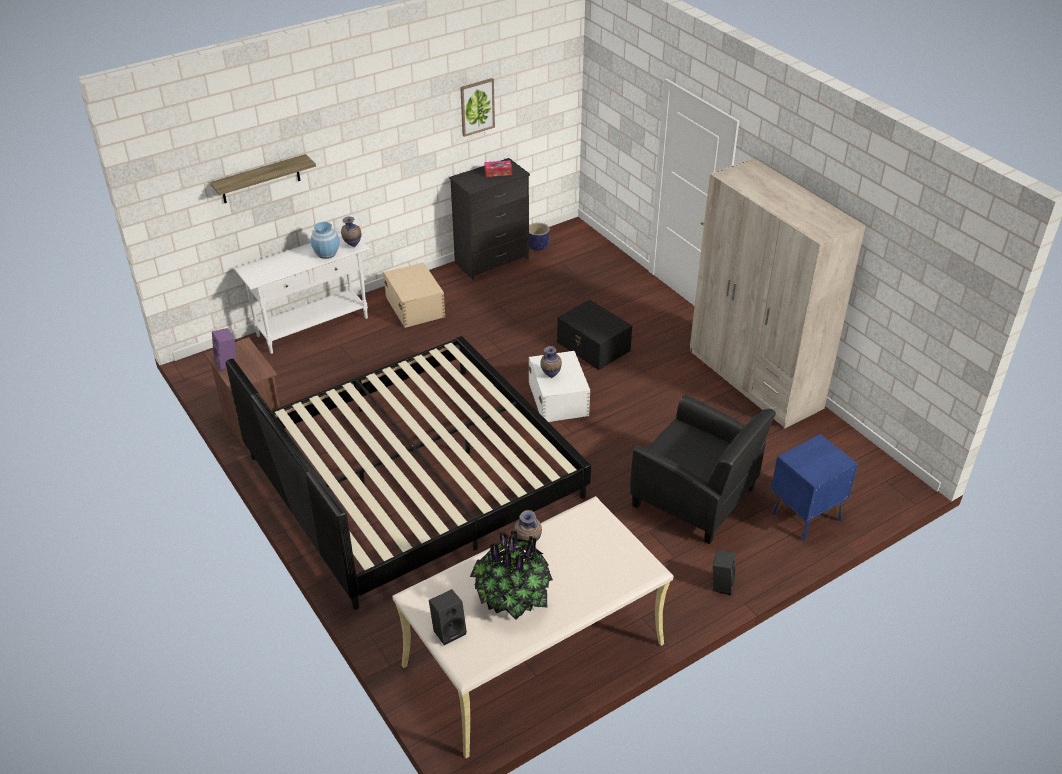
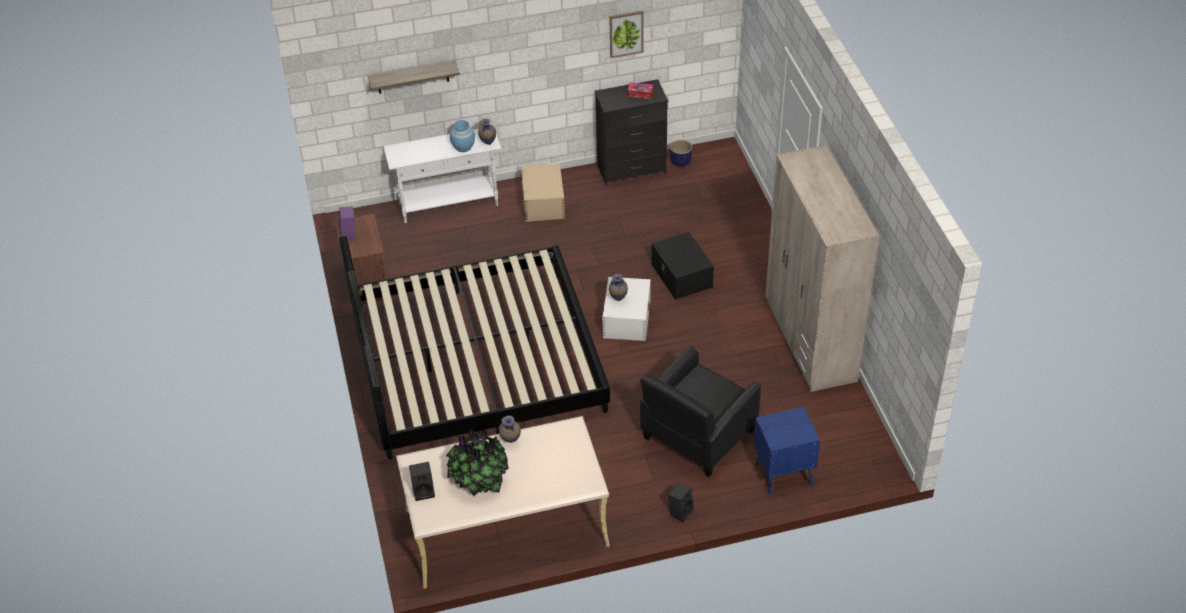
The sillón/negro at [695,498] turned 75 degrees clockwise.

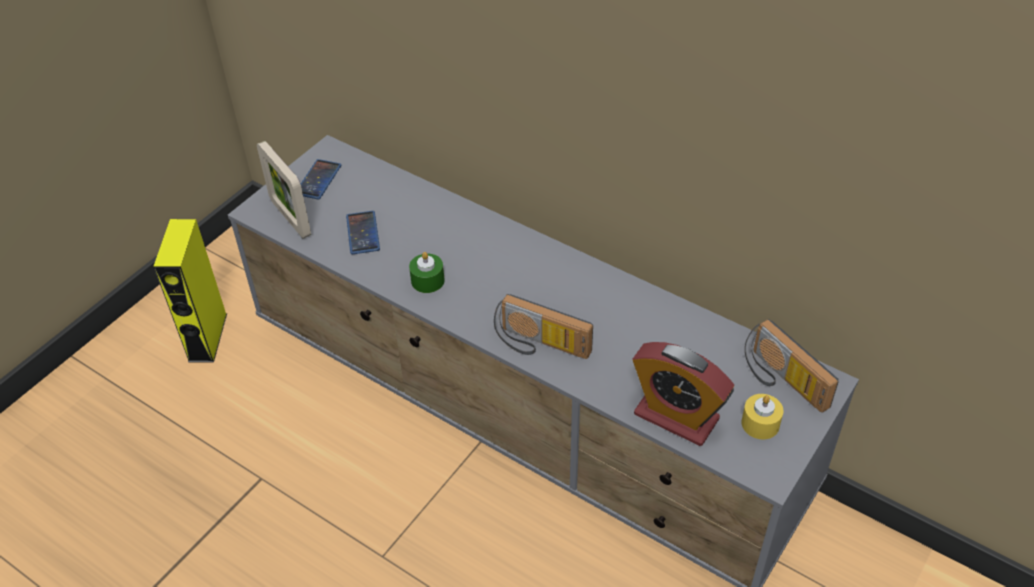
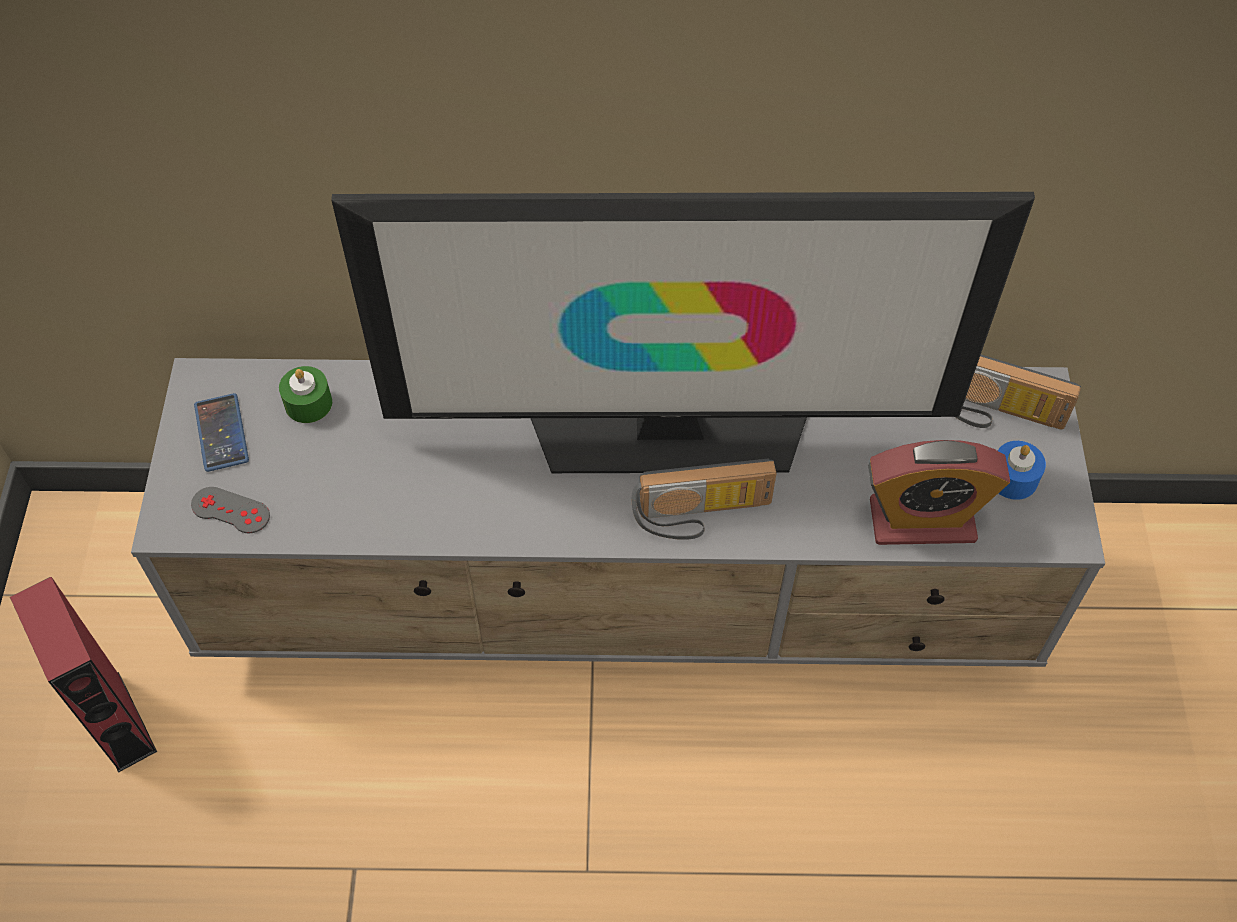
The móvil at [362,233] disappeared. The televisor at [670,430] appeared. The vela/verde moved from [427,280] to [308,403]. The portarretratos at [290,218] was replaced by the mando de consola/gris at [230,510]. The altavoz/amarillo at [207,337] became the altavoz/rojo at [118,721]. The vela/amarillo at [760,424] became the vela/azul at [1013,478].

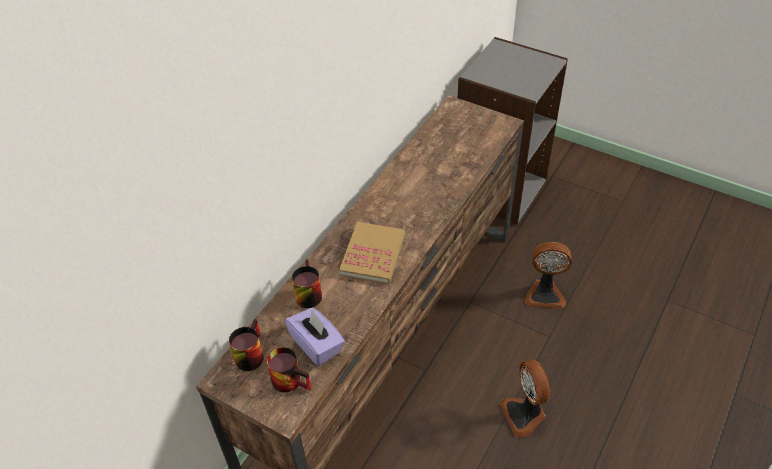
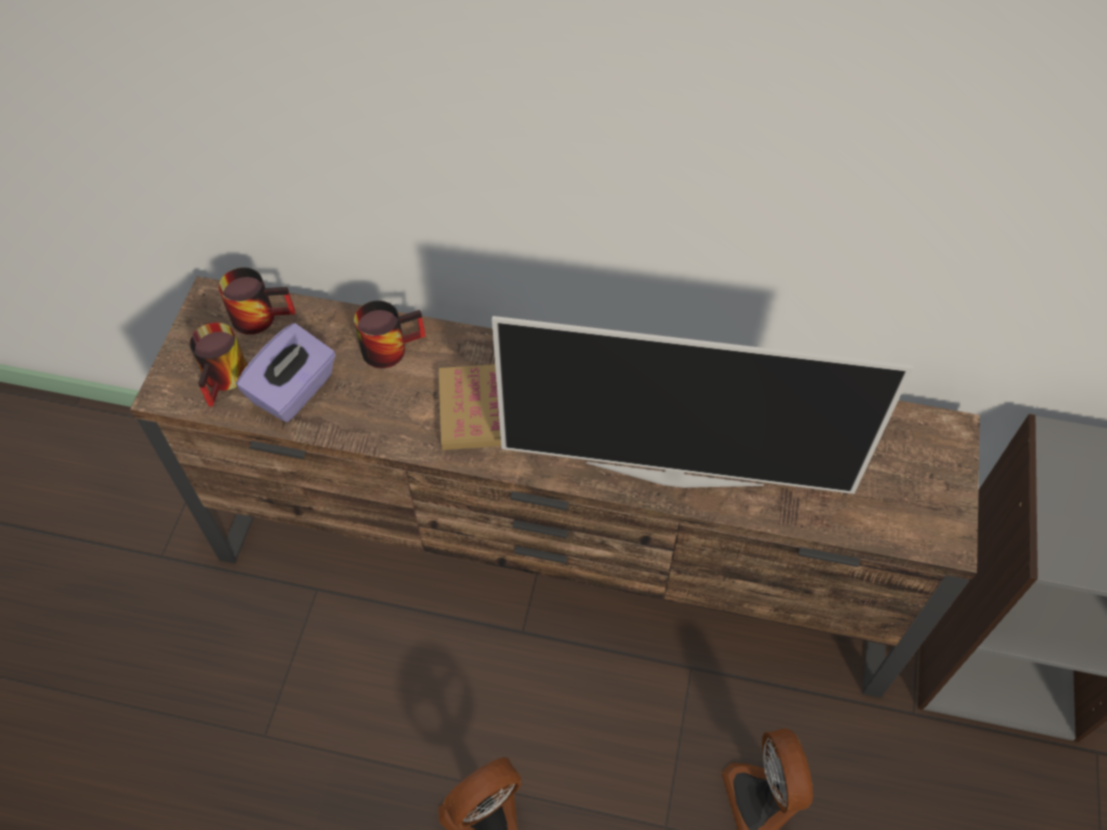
The televisor at [674,471] appeared.

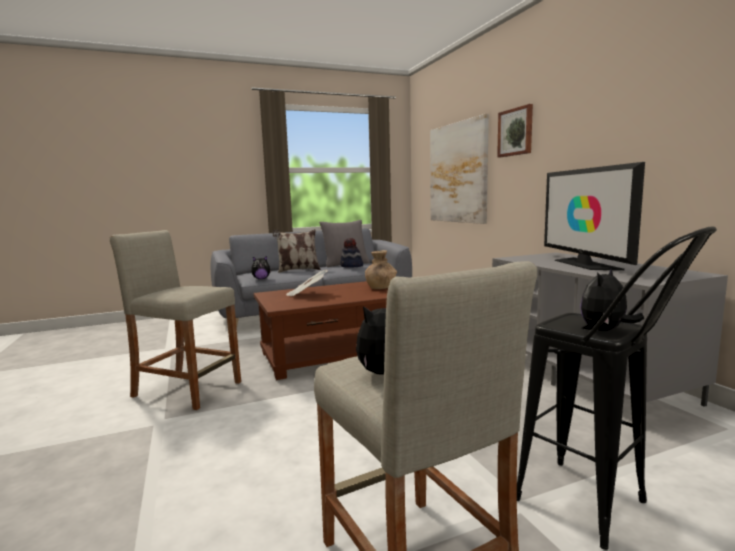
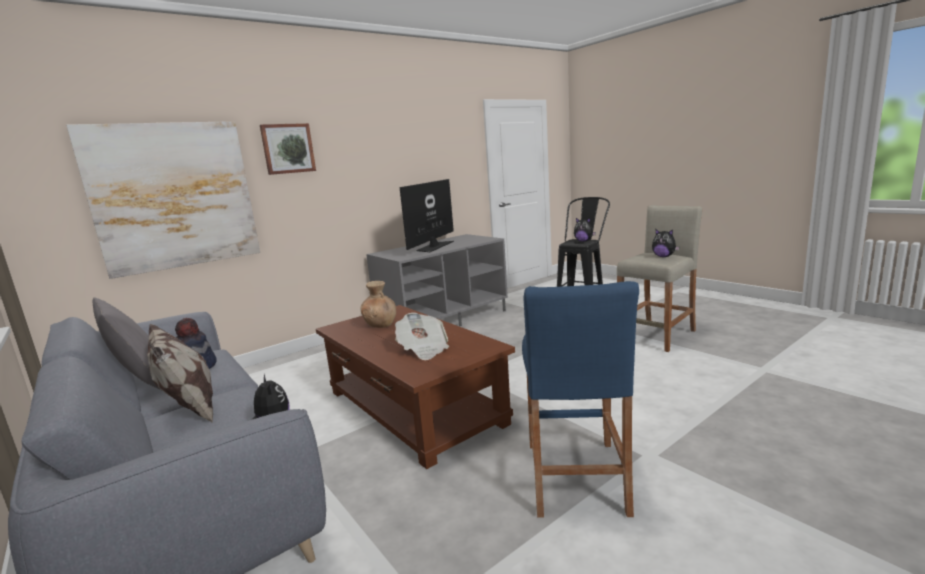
The taburete/beis at [187,389] became the taburete/azul at [575,477]. The televisor at [584,264] turned 135 degrees clockwise.

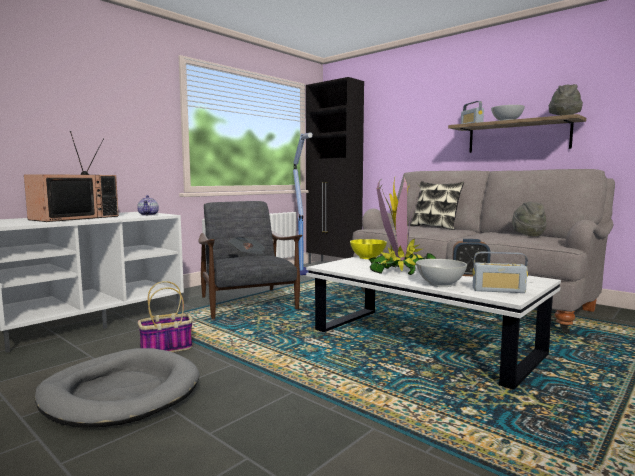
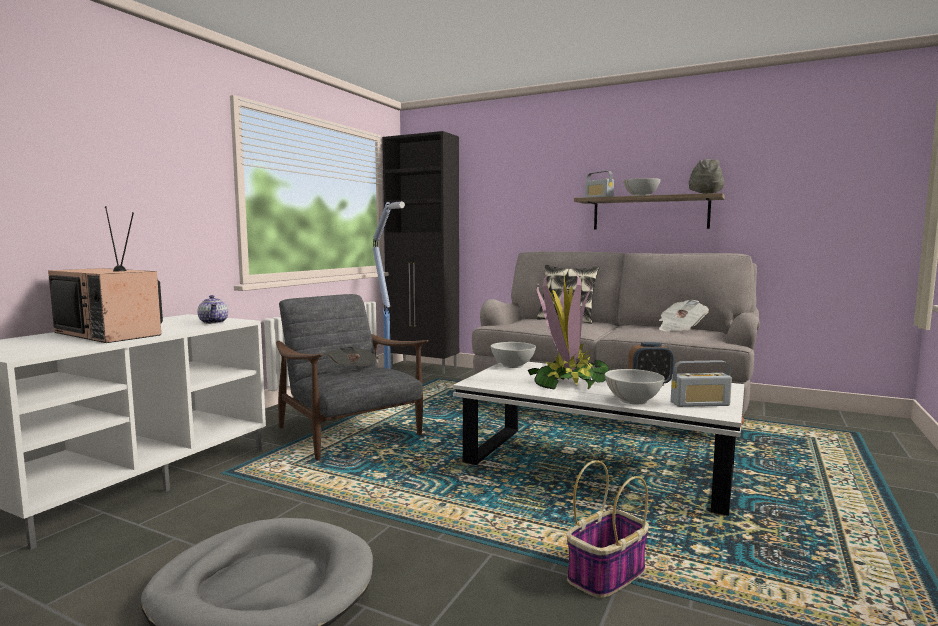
The cesta moved from [166,348] to [606,575]. The sombrero/gris at [527,235] was replaced by the periódico at [680,329]. The cuenco/amarillo at [367,257] became the cuenco/blanco at [512,365]. The televisor at [75,218] turned 105 degrees clockwise.

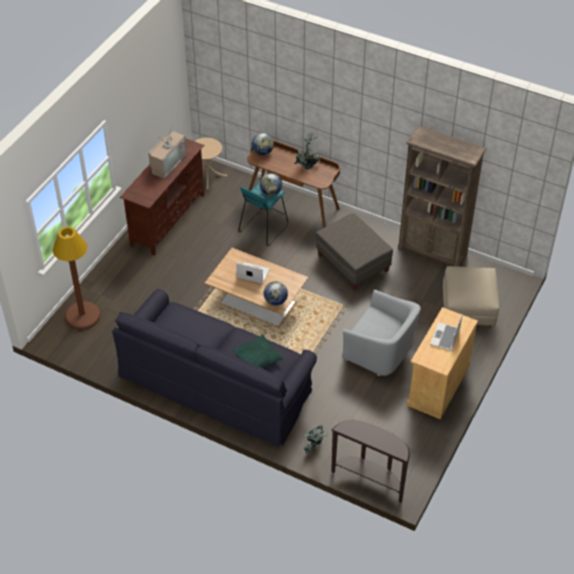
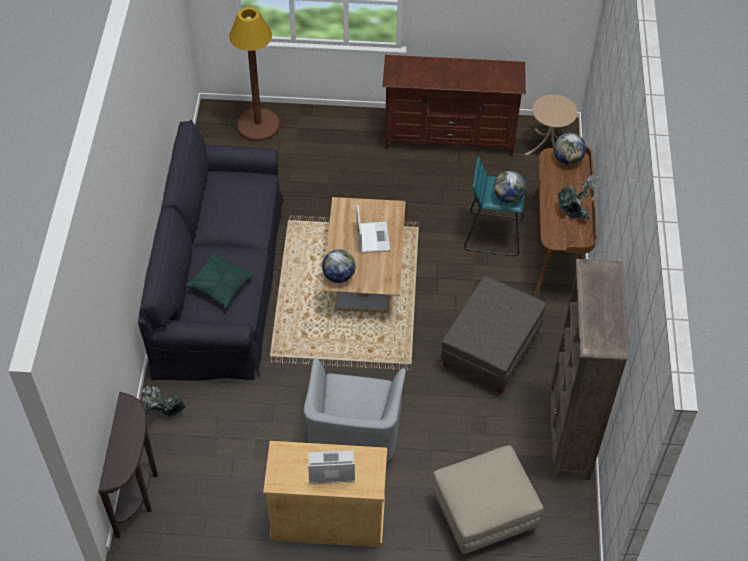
The televisor at [167,163] disappeared.

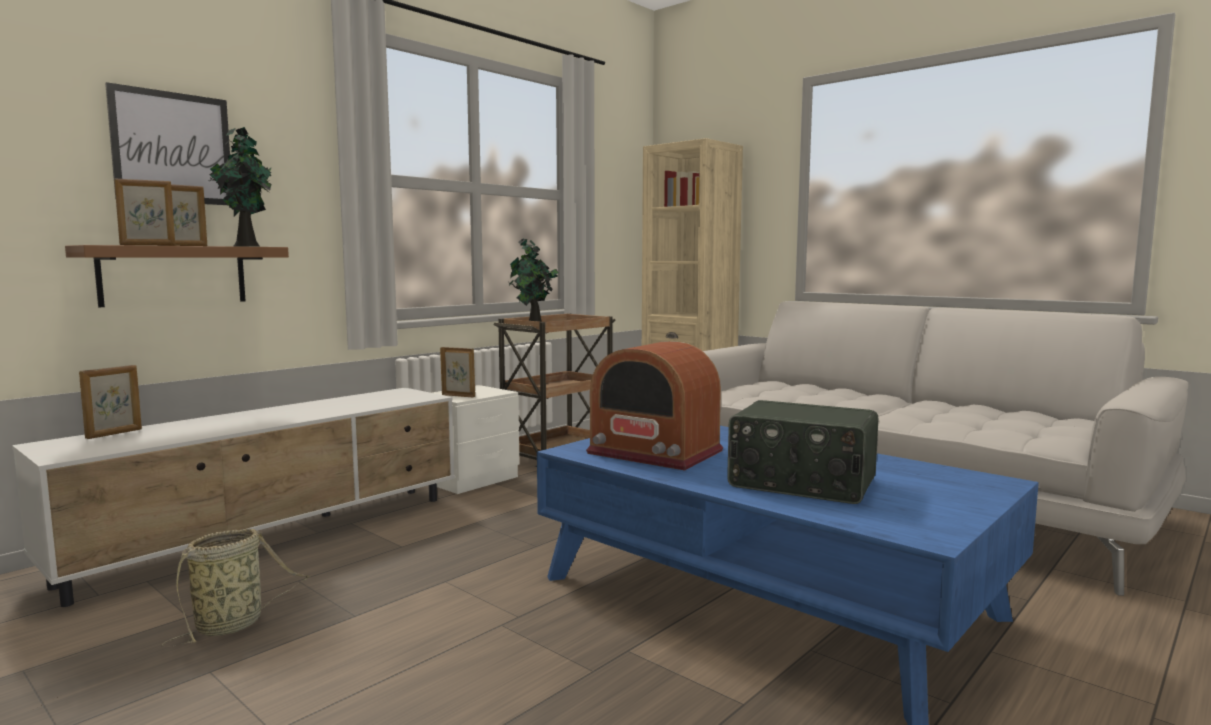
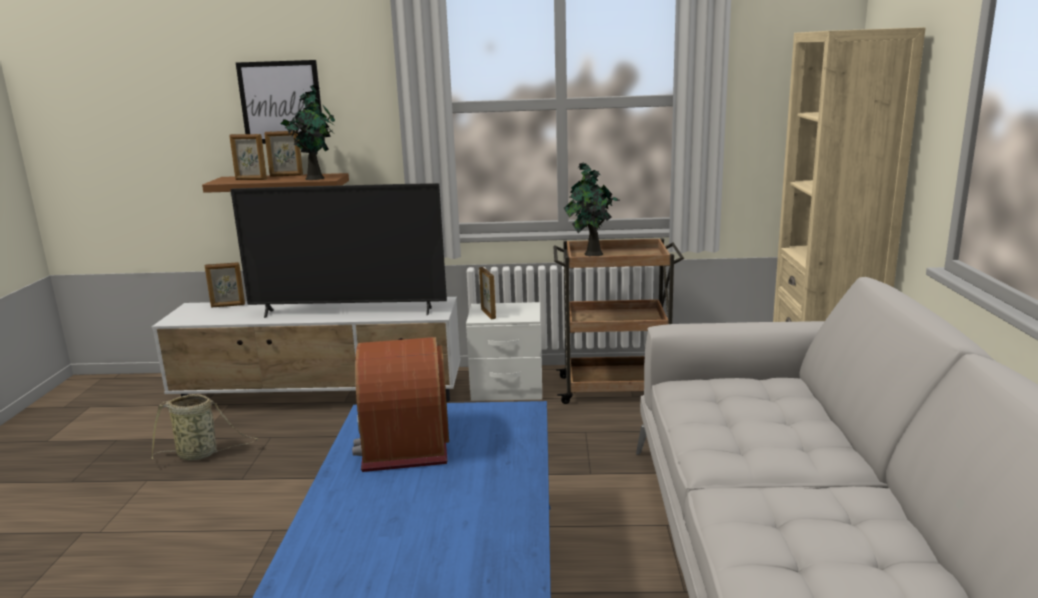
The radio at [801,484] disappeared. The televisor at [348,312] appeared.

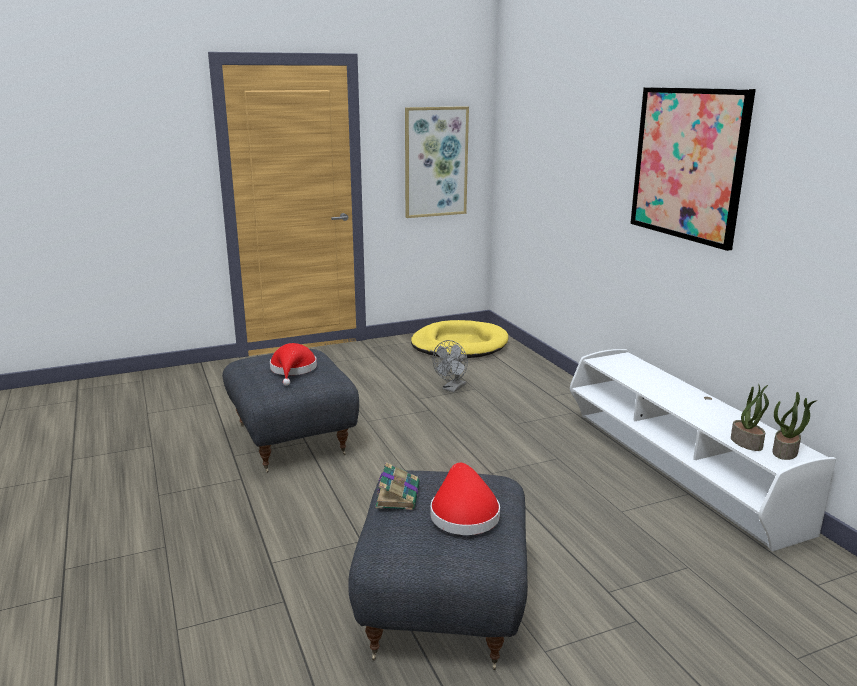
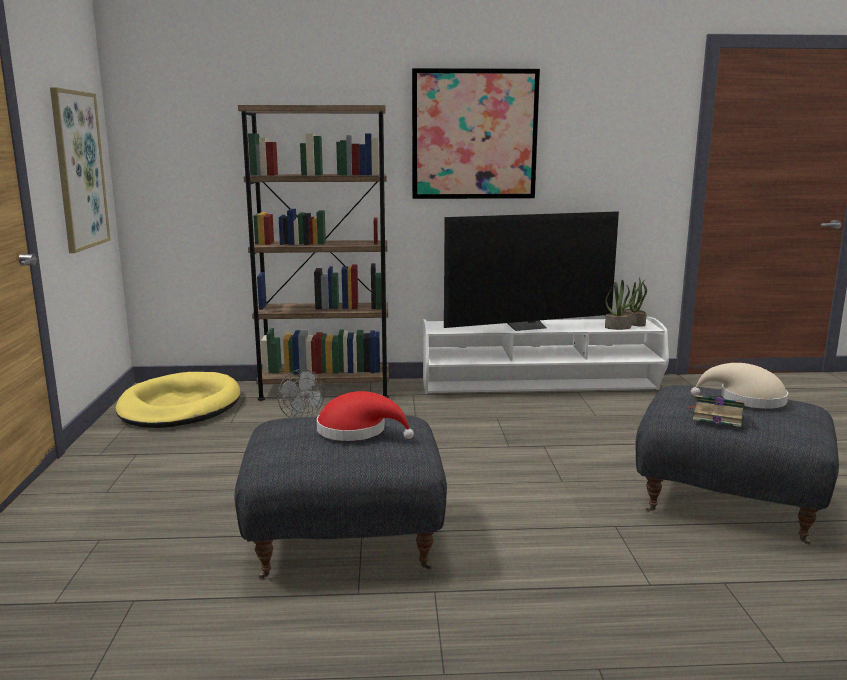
The estantería/marrón at [325,390] appeared. The televisor at [526,326] appeared. The sombrero/rojo at [463,513] became the sombrero/beis at [746,400].

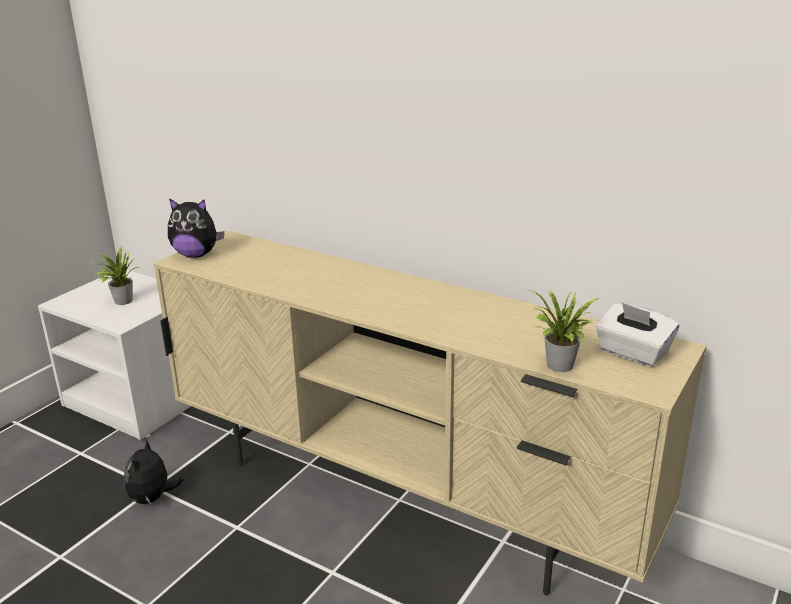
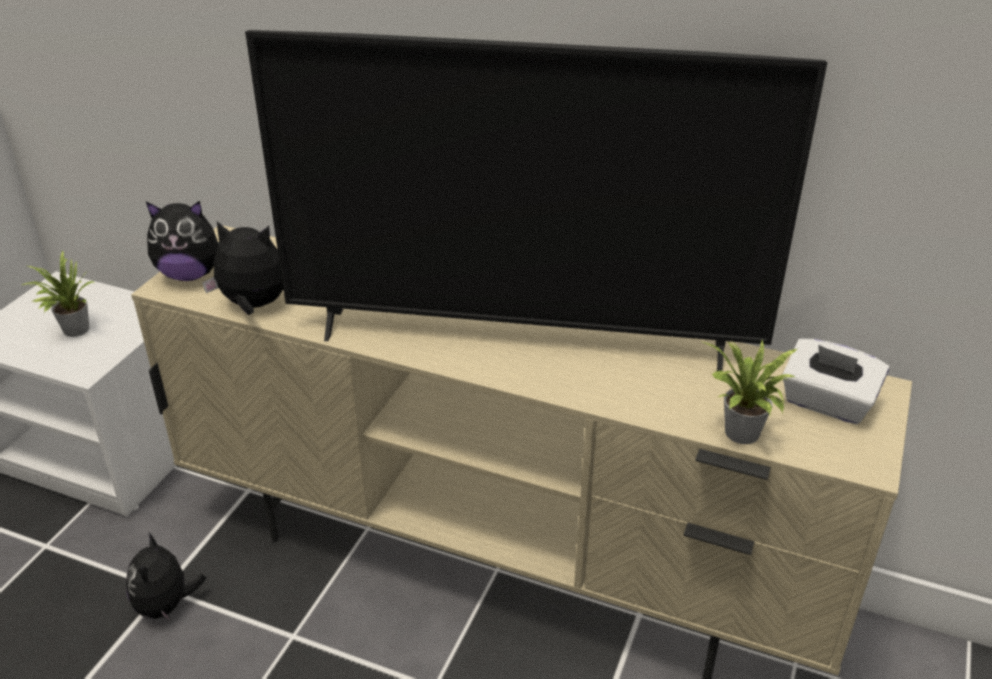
The peluche at [253,306] appeared. The televisor at [521,341] appeared.

